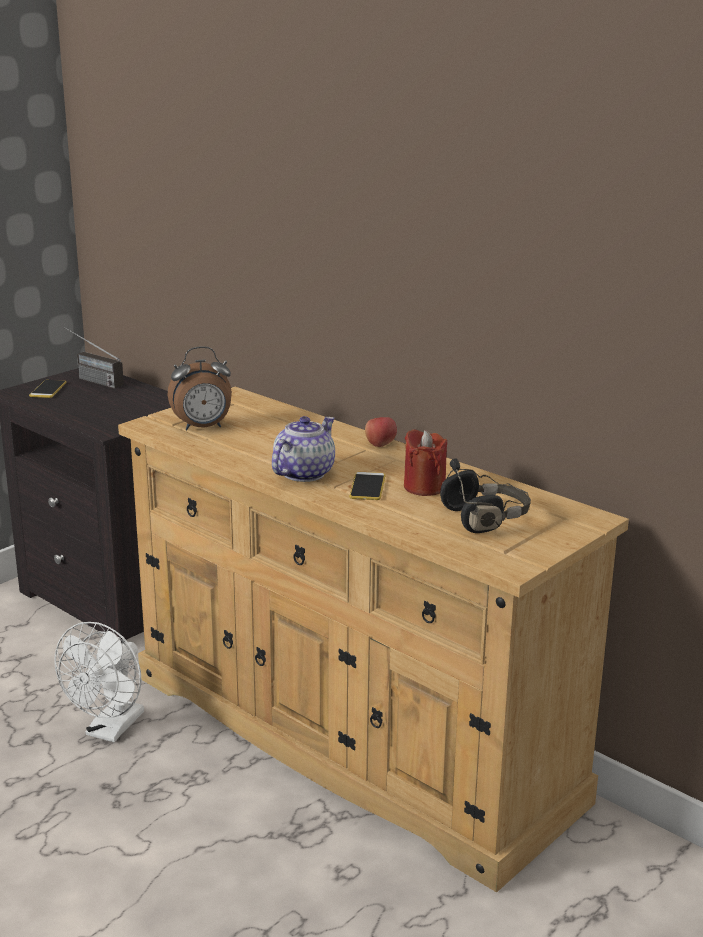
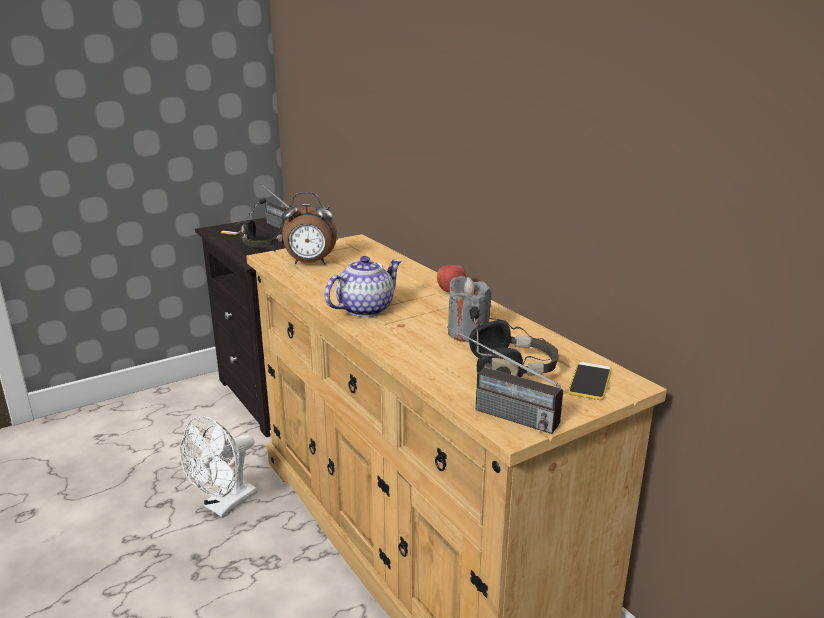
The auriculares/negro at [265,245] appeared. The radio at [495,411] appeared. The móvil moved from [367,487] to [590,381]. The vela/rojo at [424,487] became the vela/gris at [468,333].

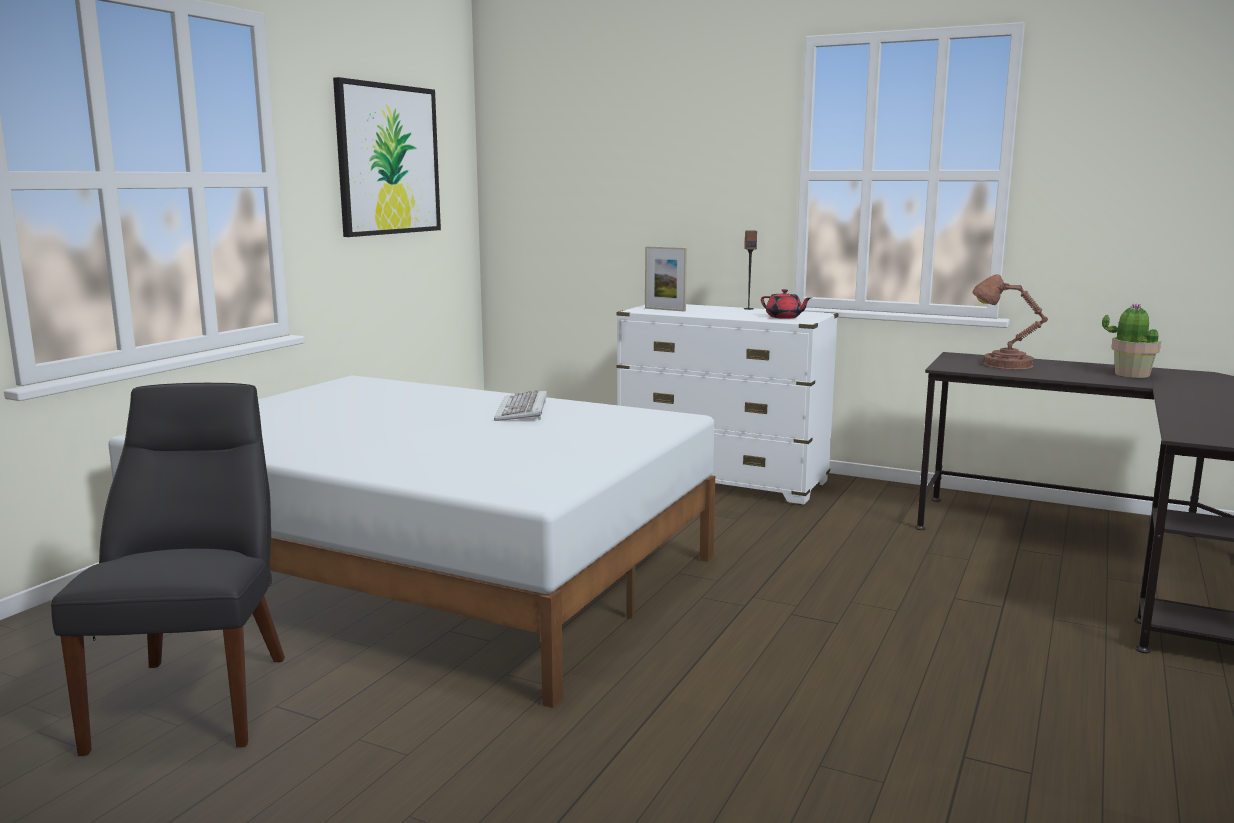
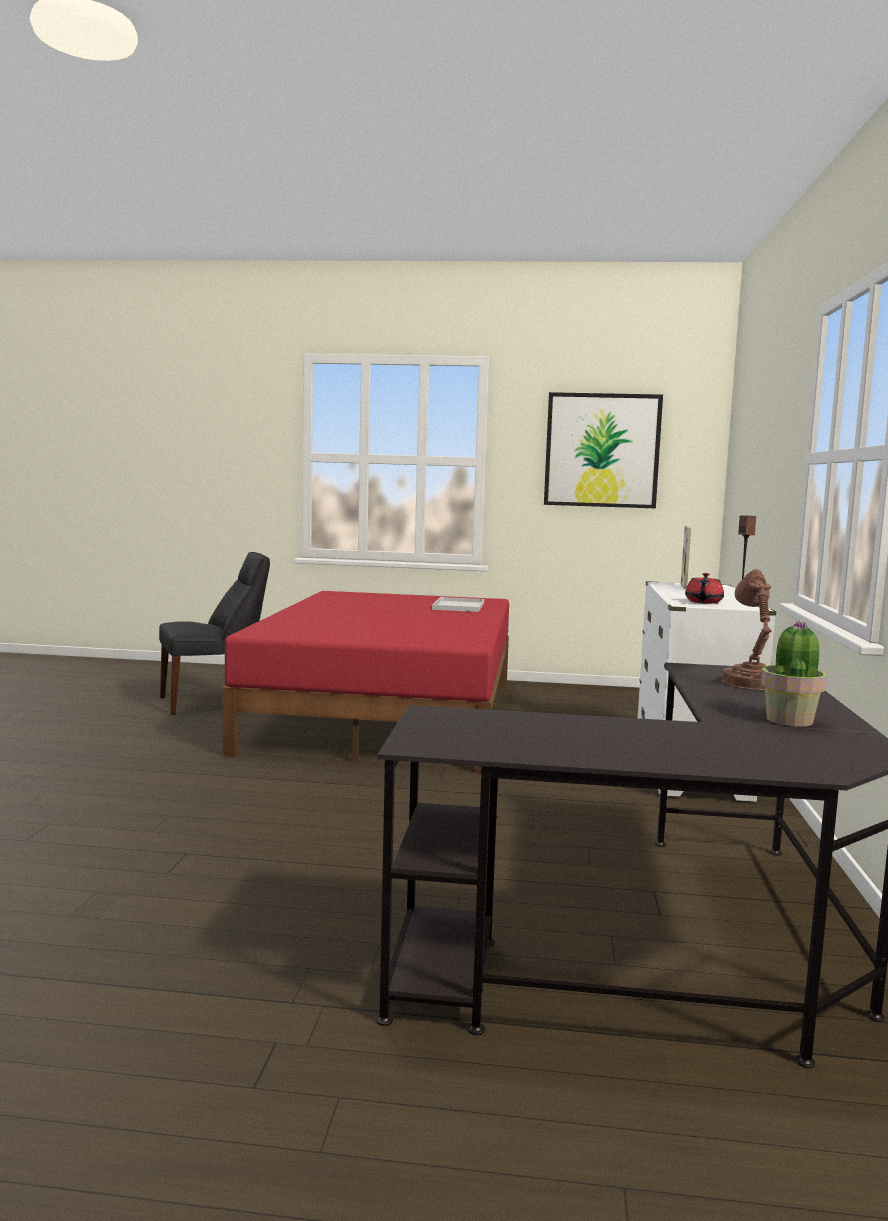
The teclado at [523,410] disappeared. The bandeja/blanco at [459,606] appeared. The cama/blanco at [431,572] became the cama/rojo at [388,715].

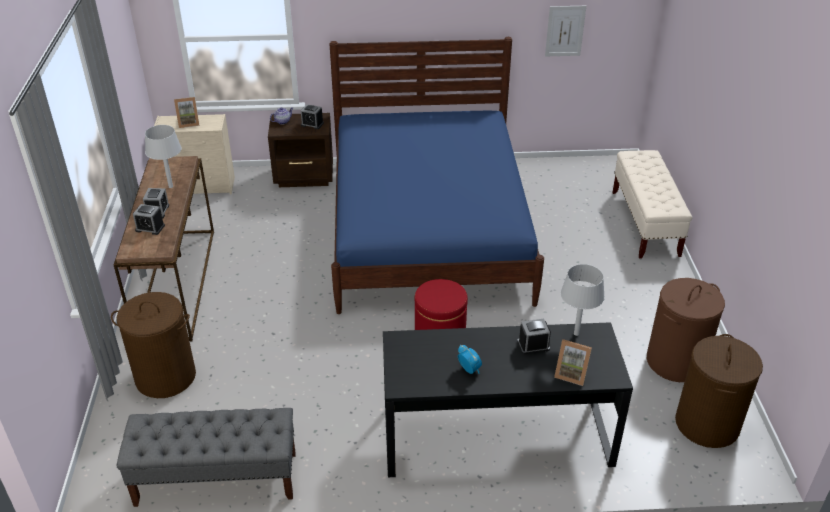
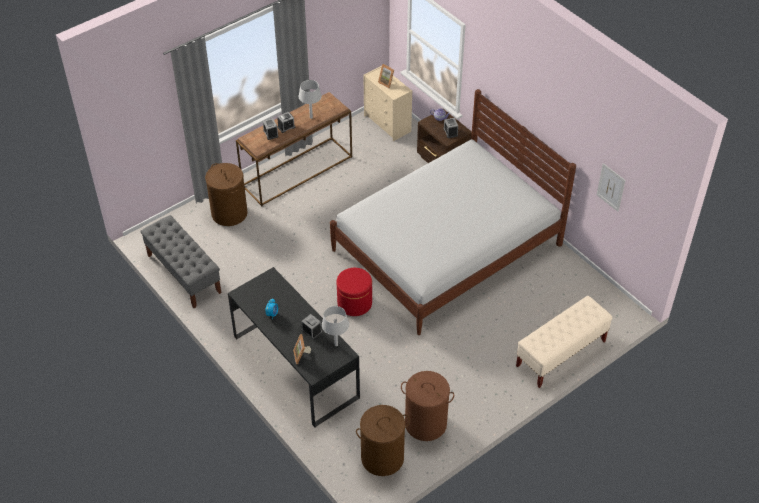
The cama/azul at [428,229] became the cama/blanco at [446,247].

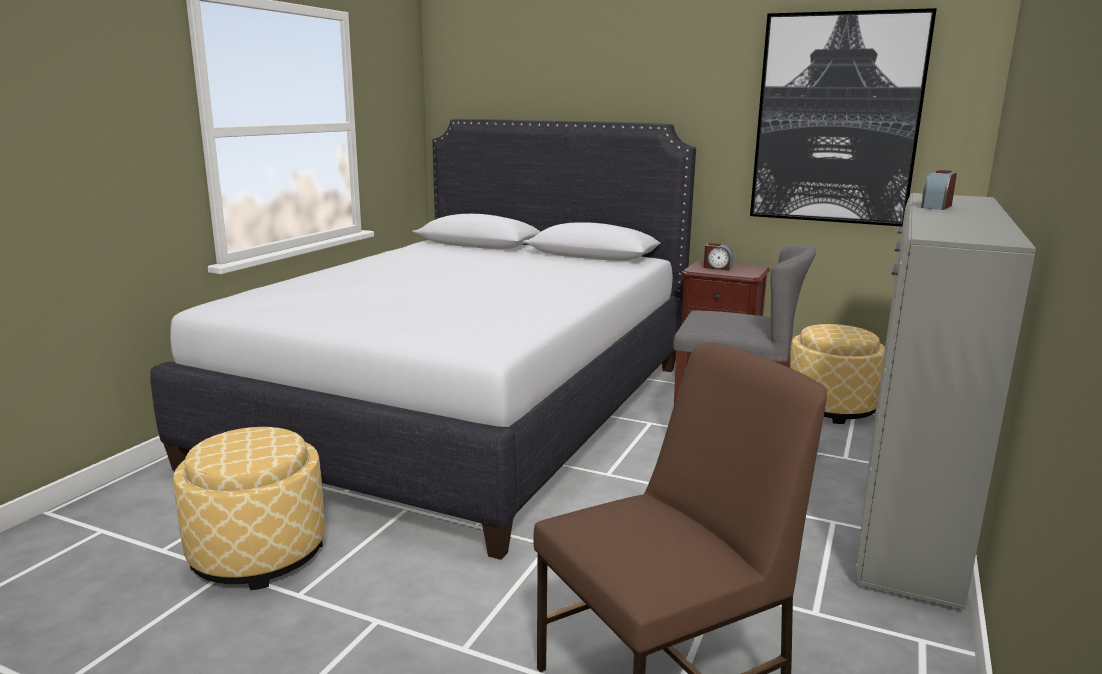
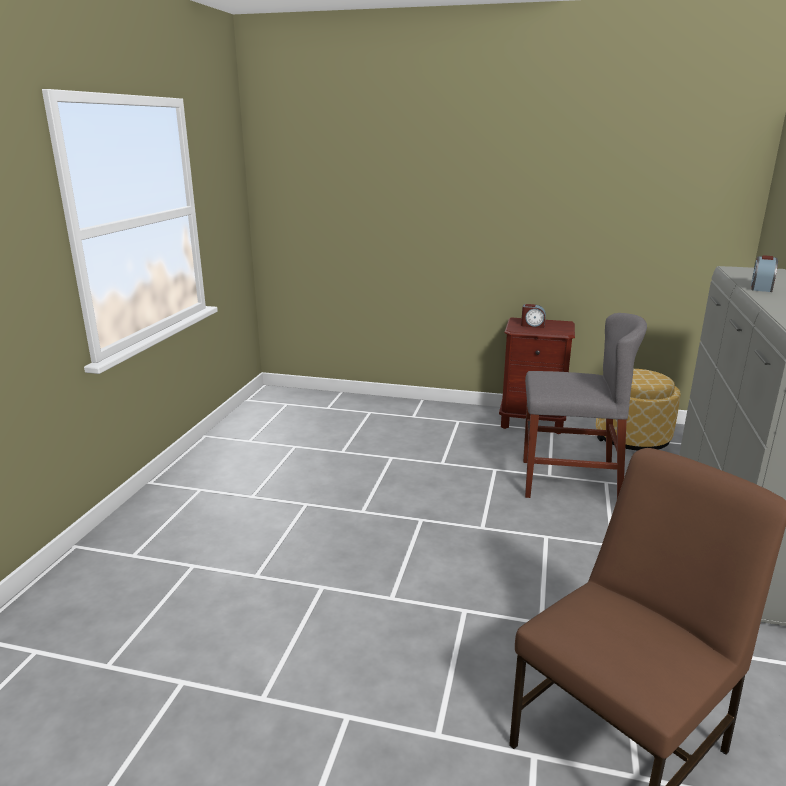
The cama/blanco at [465,410] disappeared. The puf at [258,554] disappeared. The cuadro at [836,119] disappeared.

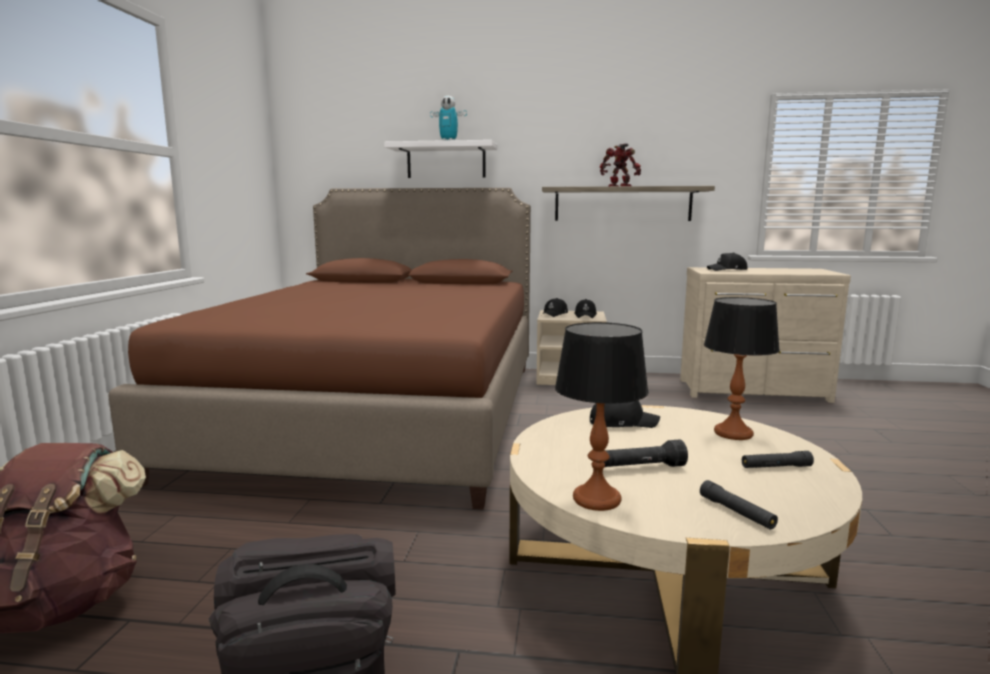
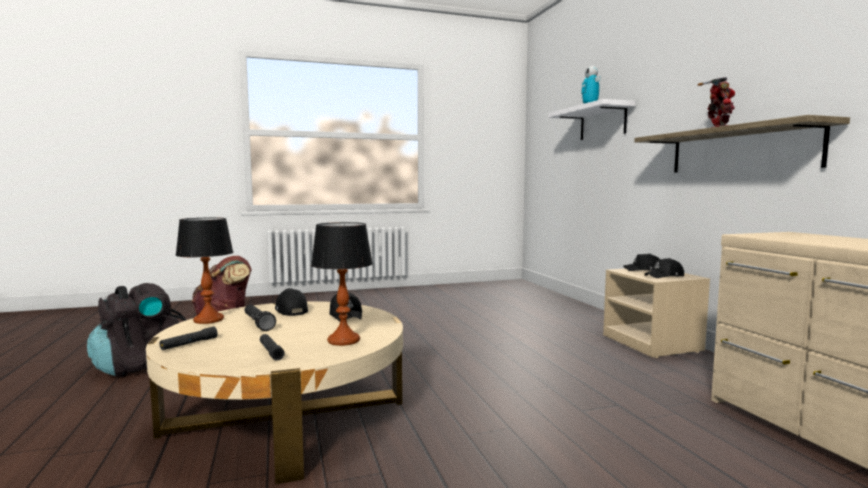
The cama/marrón at [381,413] disappeared. The gorra/negro moved from [727,270] to [291,310].

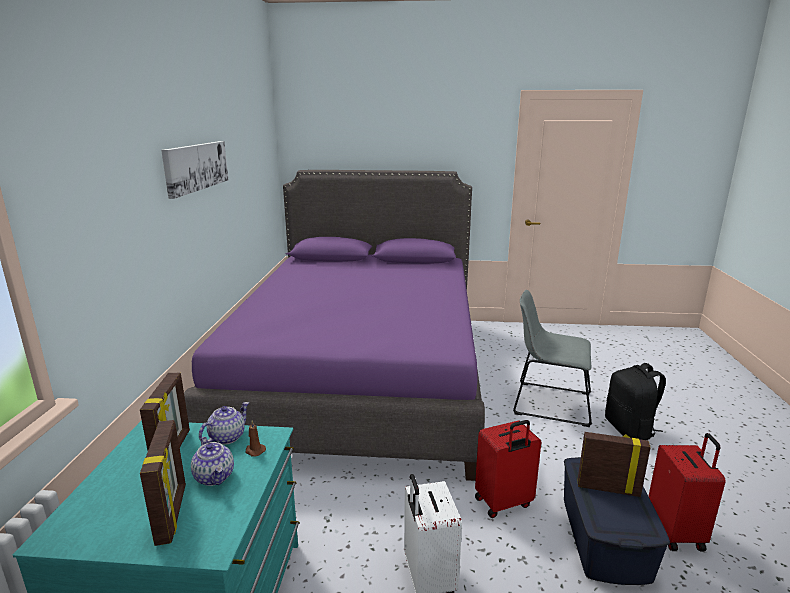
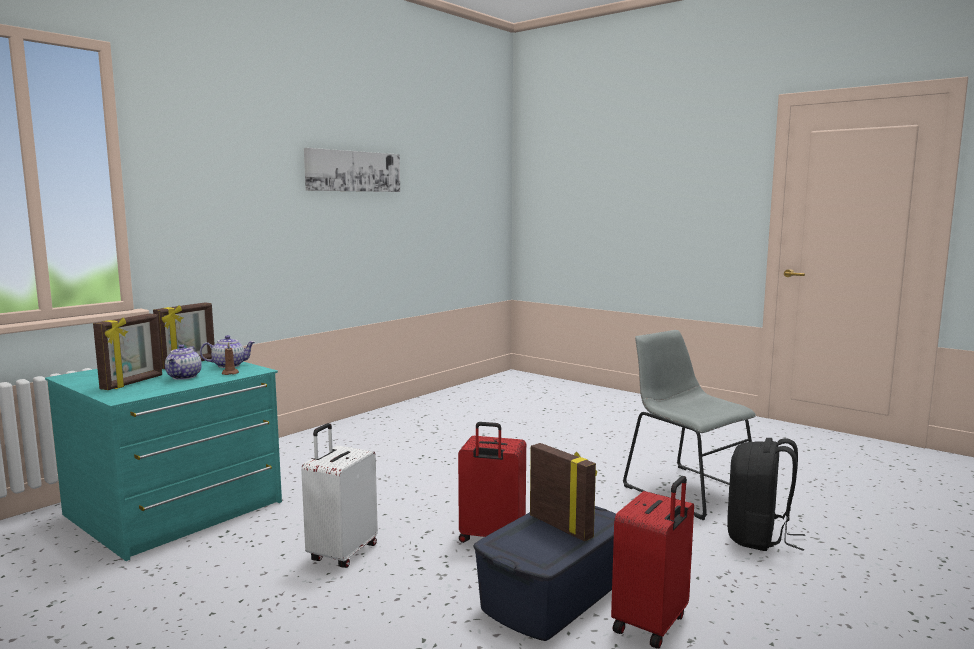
The cama/morado at [361,376] disappeared.

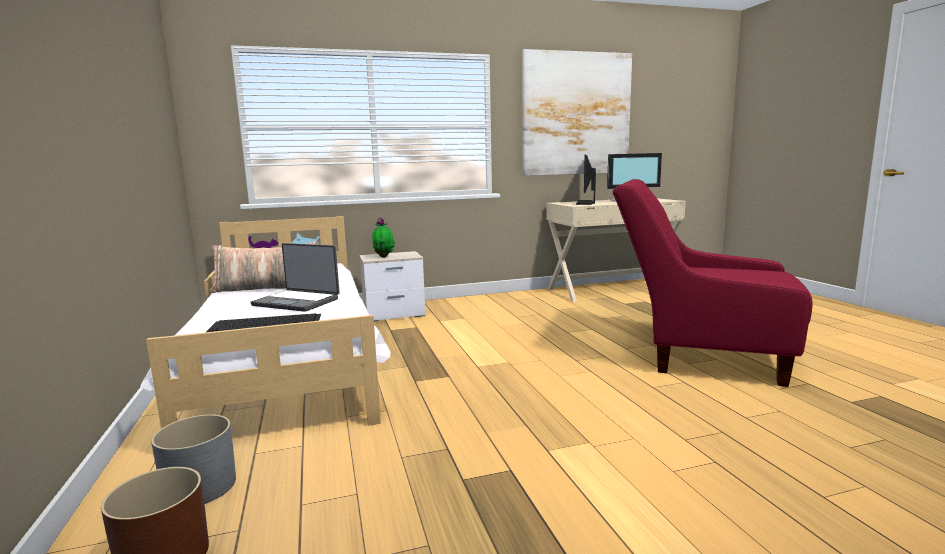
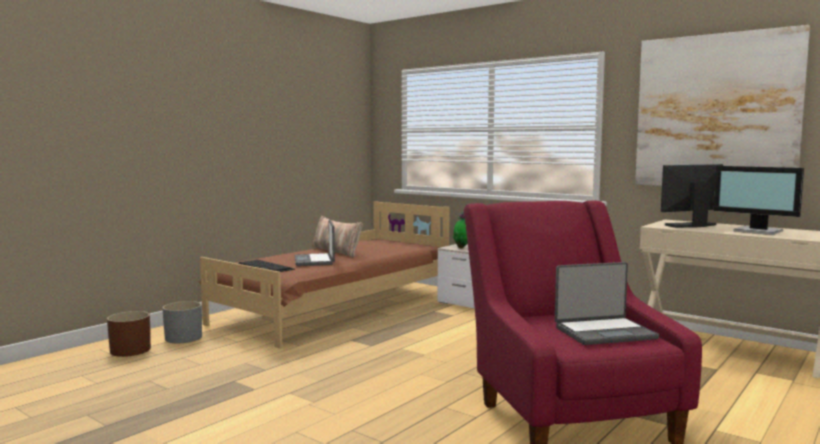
The portátil at [604,332] appeared. The cama/blanco at [290,362] became the cama/marrón at [337,308].

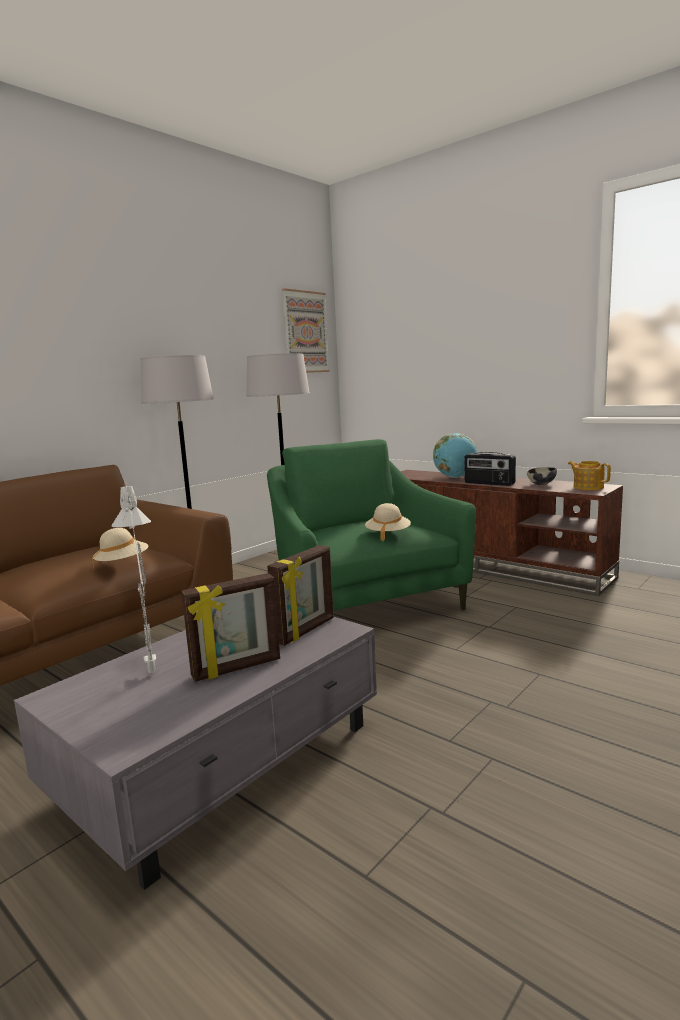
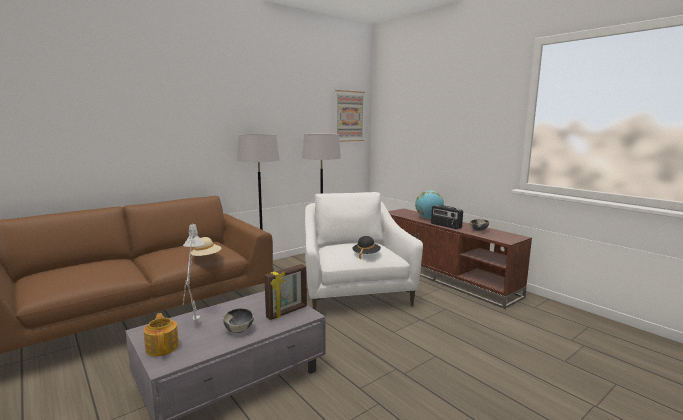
The tetera moved from [588,487] to [162,347]. The portarretratos at [237,669] was replaced by the cuenco at [239,330]. The sillón/verde at [362,600] became the sillón/blanco at [353,291]. The sombrero/beis at [388,534] became the sombrero/negro at [366,255].

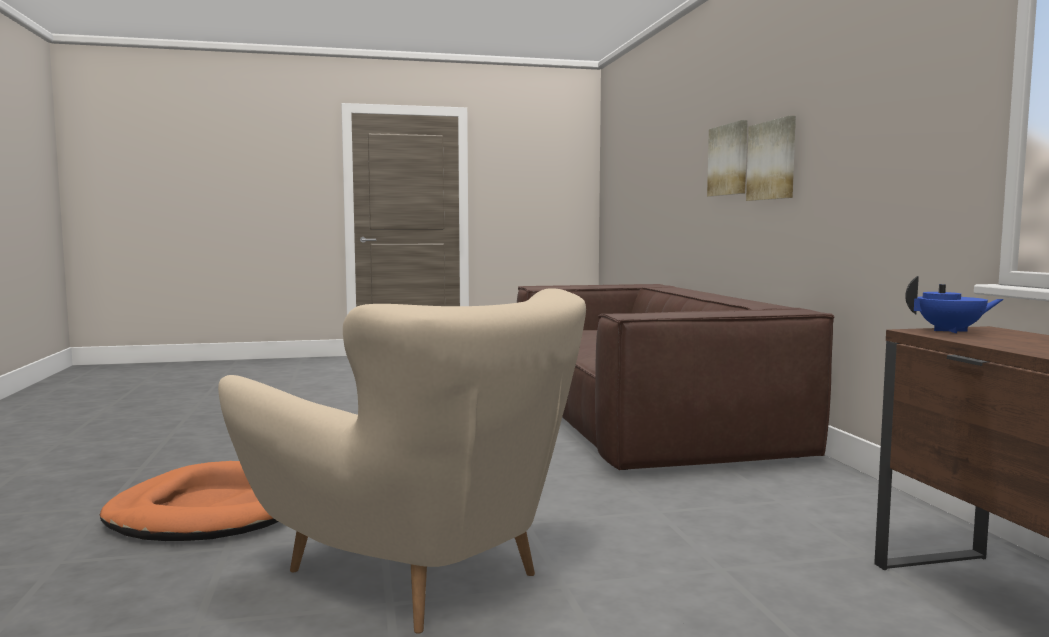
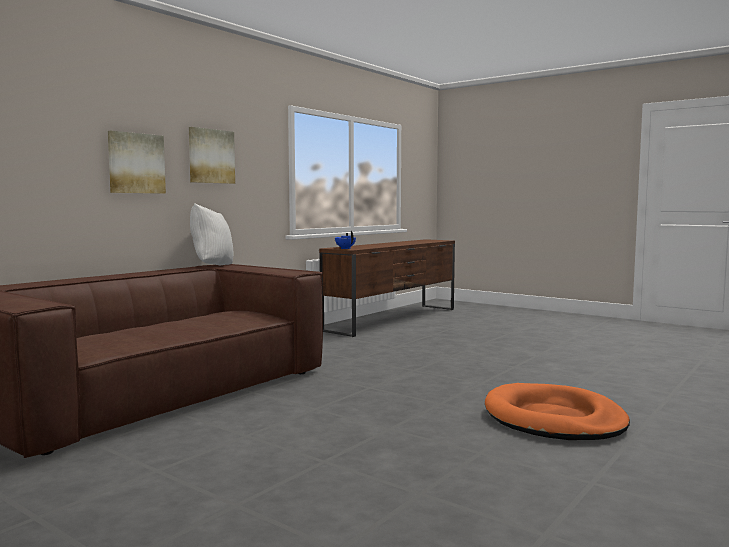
The sillón/beis at [418,574] disappeared. The cojín/blanco at [211,266] appeared. The cuadro moved from [729,160] to [211,156].

